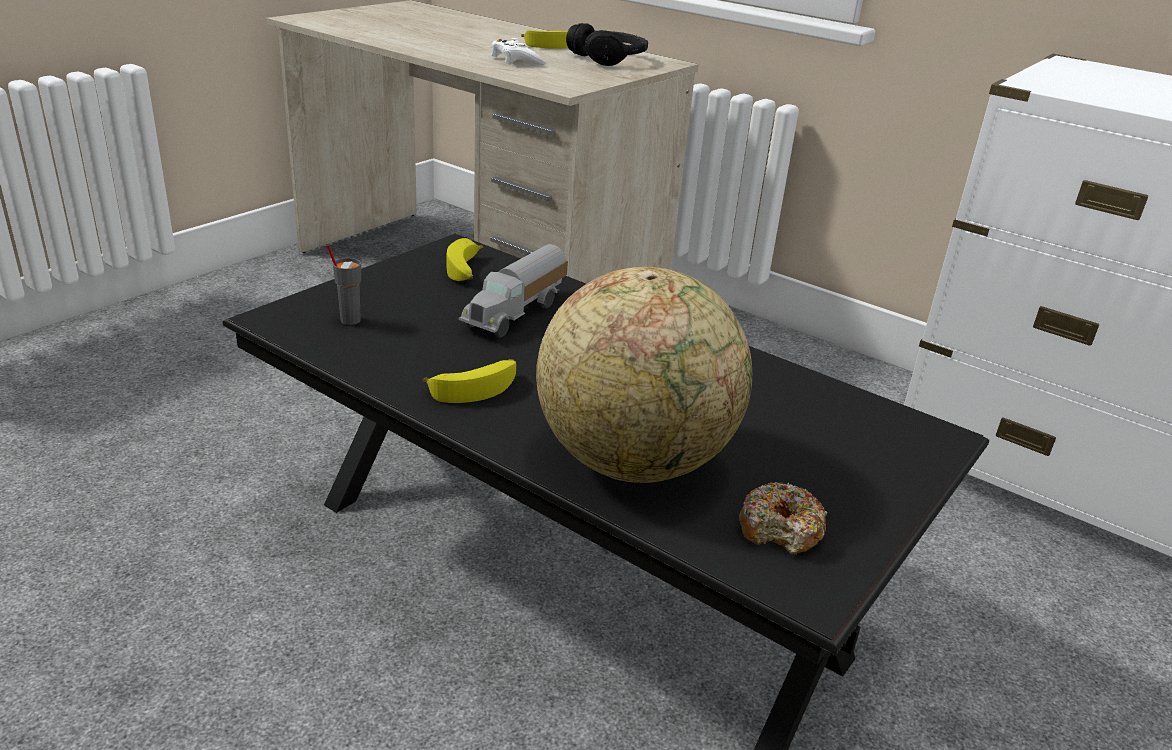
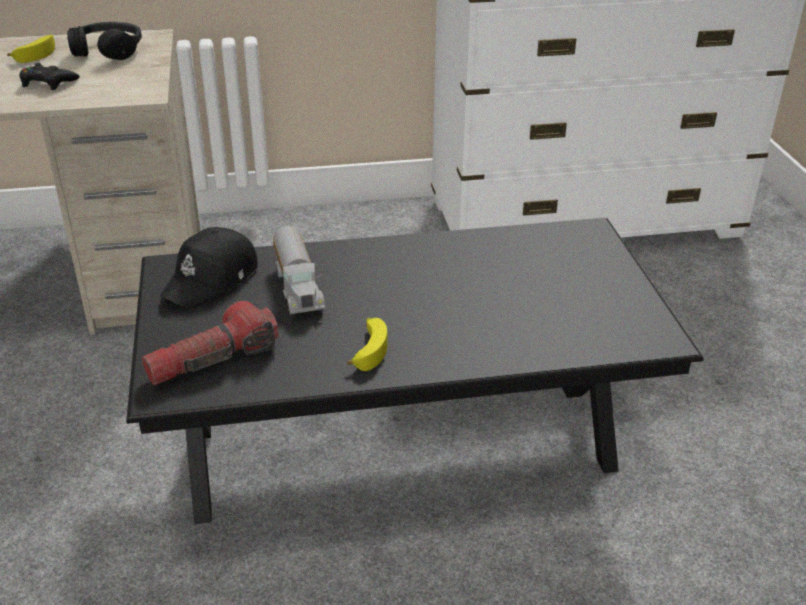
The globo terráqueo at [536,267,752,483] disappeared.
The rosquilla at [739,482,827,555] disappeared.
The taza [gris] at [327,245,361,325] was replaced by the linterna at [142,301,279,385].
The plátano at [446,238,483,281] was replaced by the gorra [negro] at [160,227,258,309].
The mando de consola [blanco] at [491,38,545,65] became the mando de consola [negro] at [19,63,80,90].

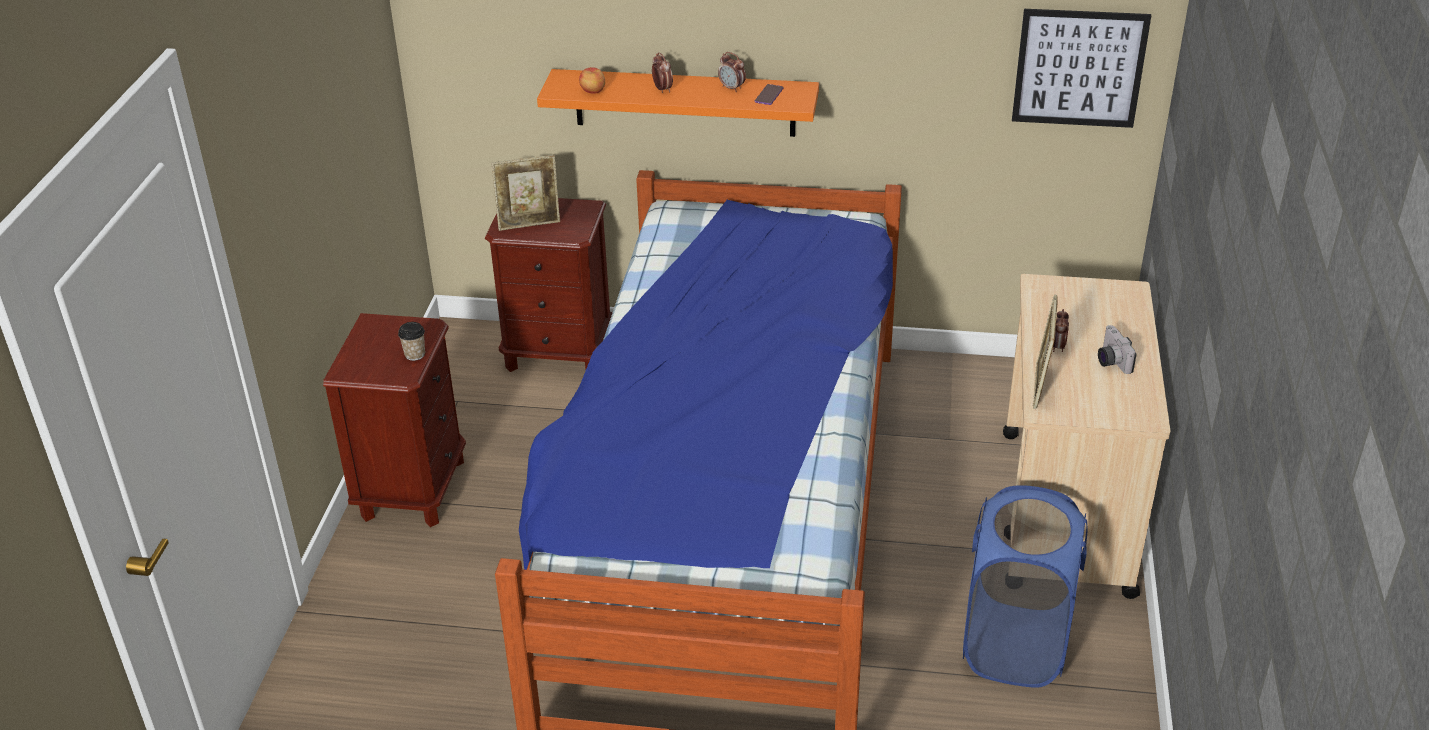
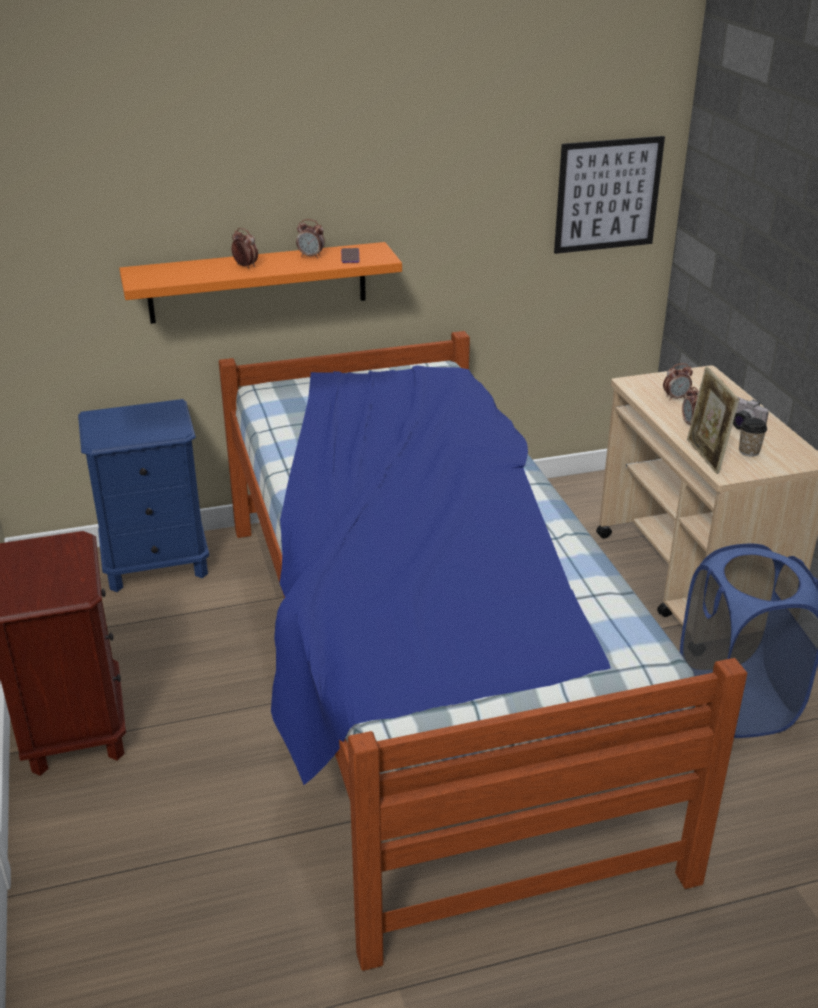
The portarretratos at [492,155,560,231] disappeared.
The manzana at [579,67,605,94] disappeared.
The despertador at [663,363,693,401] appeared.
The taza moved from [398,322,425,361] to [739,418,767,457].
The mesita de noche [marrón] at [485,198,613,372] became the mesita de noche [azul] at [78,399,209,592].

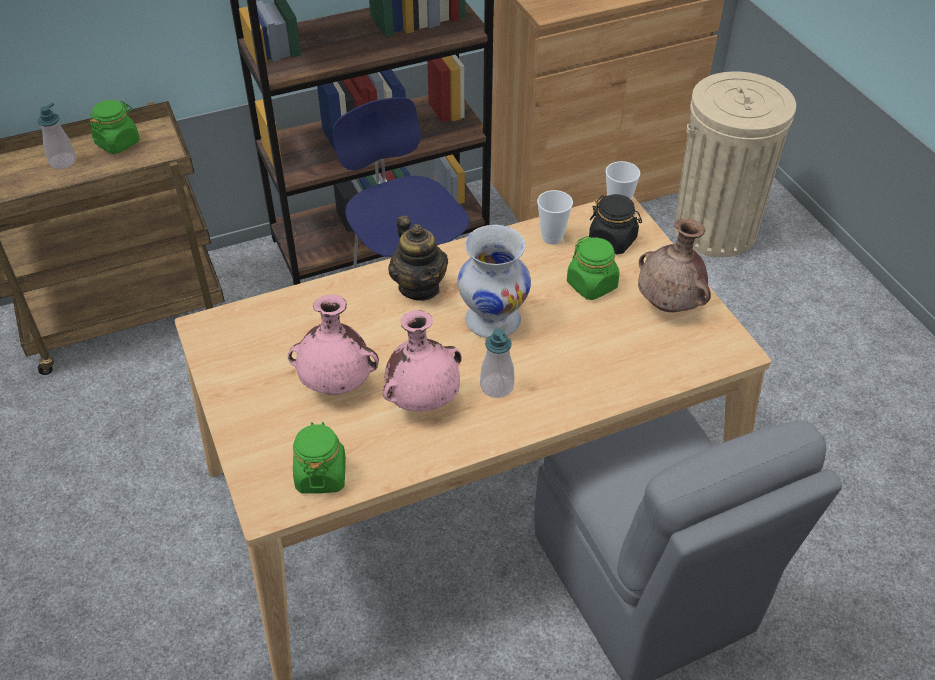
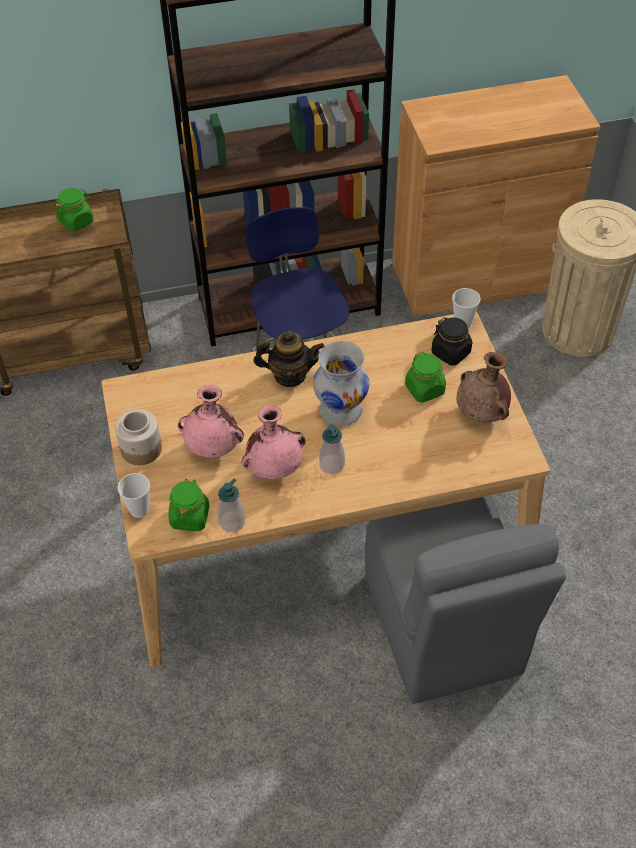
The tarro at [115,409,162,465] appeared.
The dispensador de jabón moved from [38,103,76,169] to [218,479,245,532].
The taza moved from [537,190,573,244] to [118,473,150,518].
The tetera at [388,215,448,301] turned 75 degrees counterclockwise.

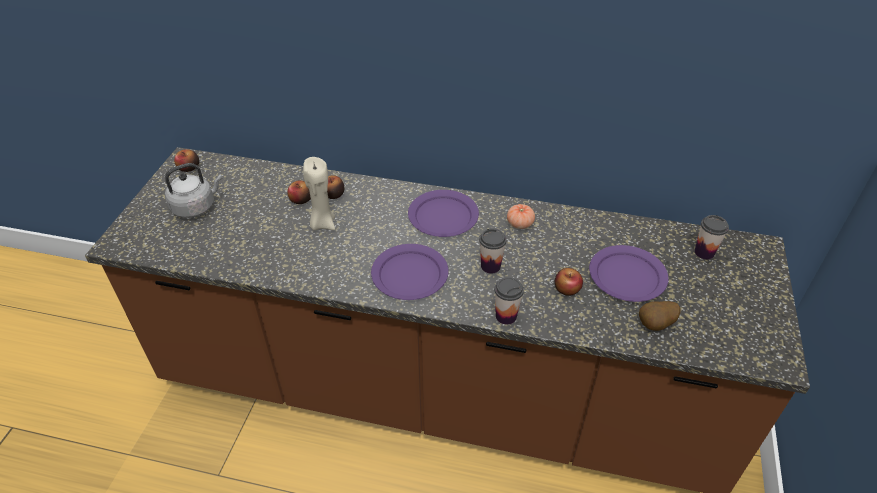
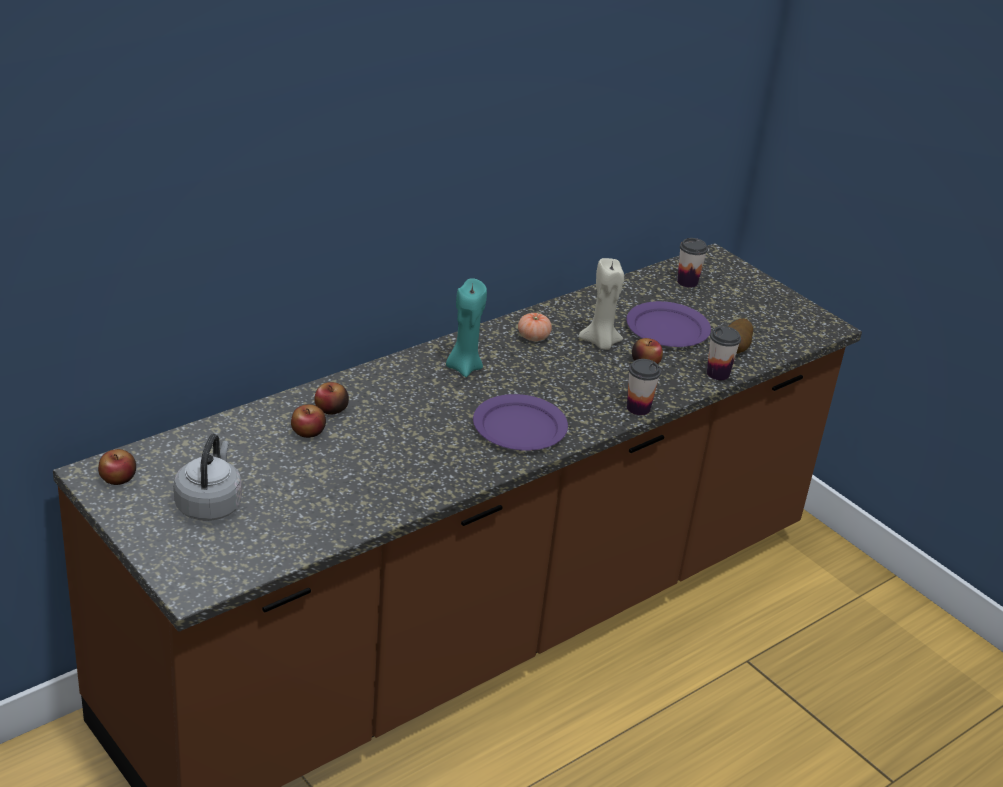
The vela [beis] moved from [303,157,335,230] to [579,258,624,350].
The taza moved from [479,228,507,274] to [707,326,741,380].
The plato [morado] at [408,190,479,237] was replaced by the vela [turquesa] at [446,278,487,377].

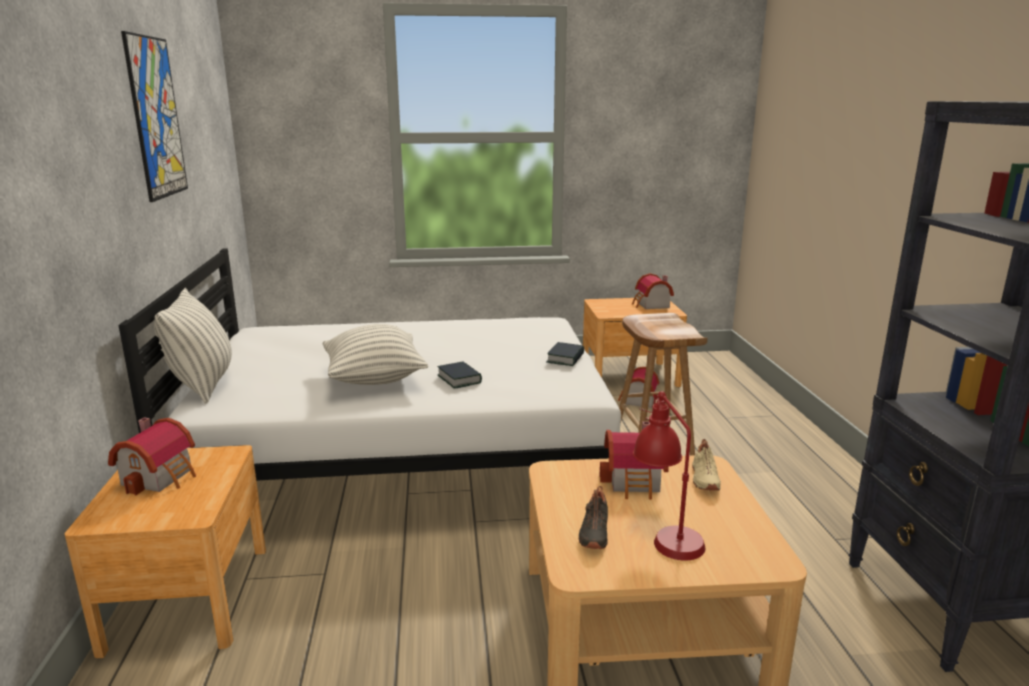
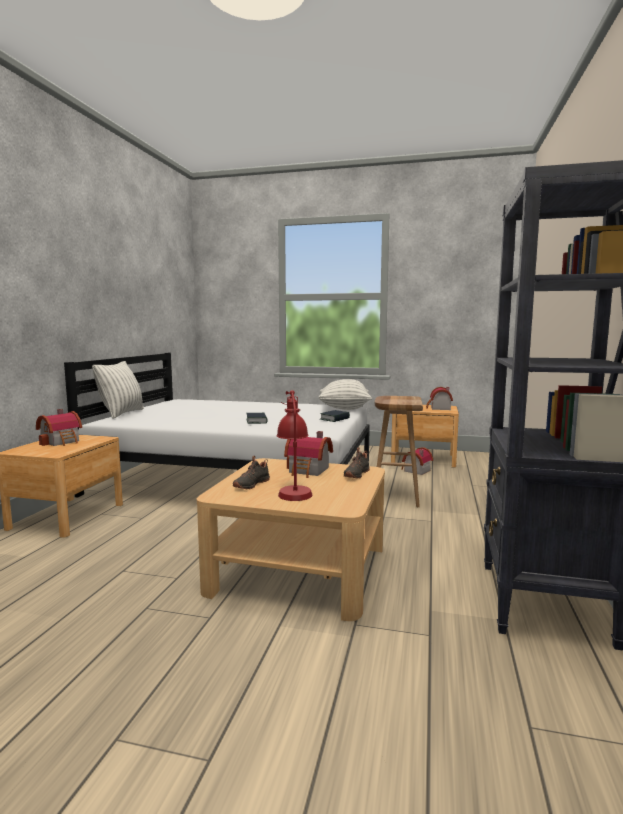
The cuadro at [121,31,188,202] disappeared.
The cojín moved from [323,324,428,385] to [319,379,372,410].
The zapato [beis] at [692,439,721,491] became the zapato [negro] at [344,447,370,479].

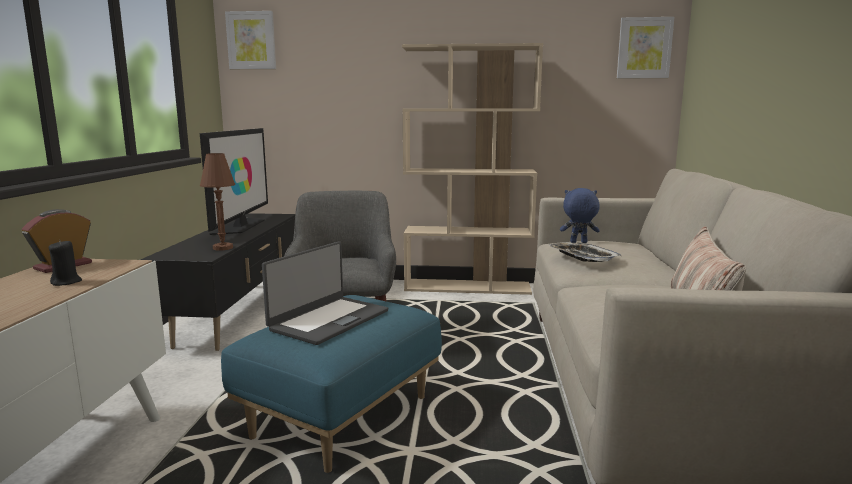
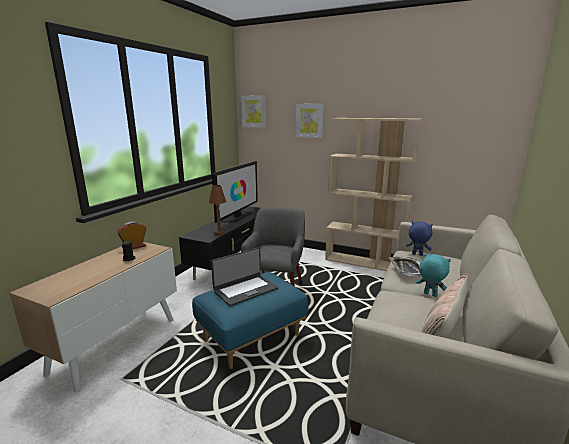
The peluche [turquesa] at [416,253,451,297] appeared.
The cuadro moved from [617,17,674,78] to [296,104,324,138].

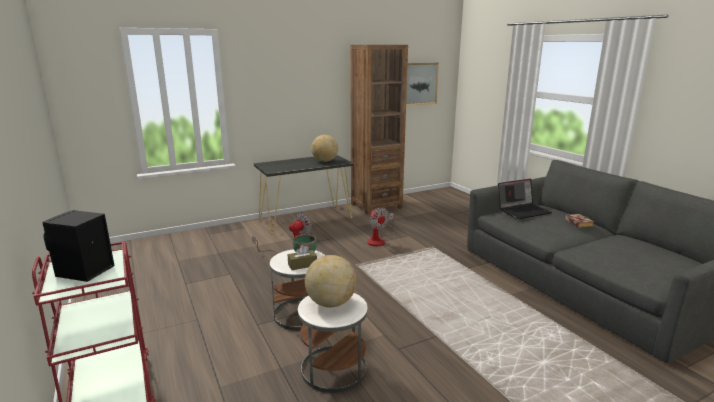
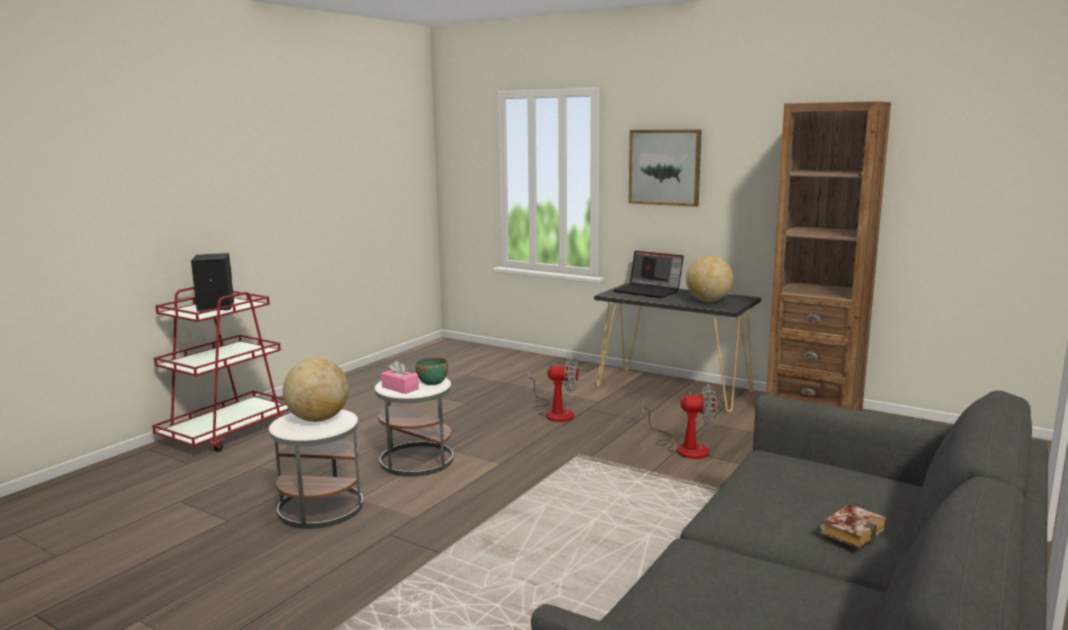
The cuadro moved from [406,63,439,106] to [628,130,702,207].
The portátil moved from [498,179,552,219] to [613,251,684,298].
The caja de pañuelos [marrón] at [288,245,317,270] became the caja de pañuelos [rosa] at [381,360,419,394].
The ventilador at [367,208,394,246] turned 120 degrees counterclockwise.

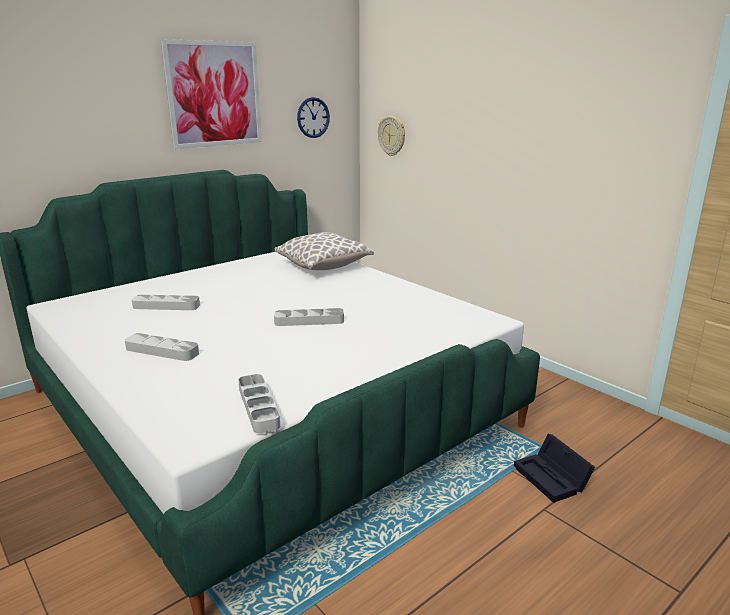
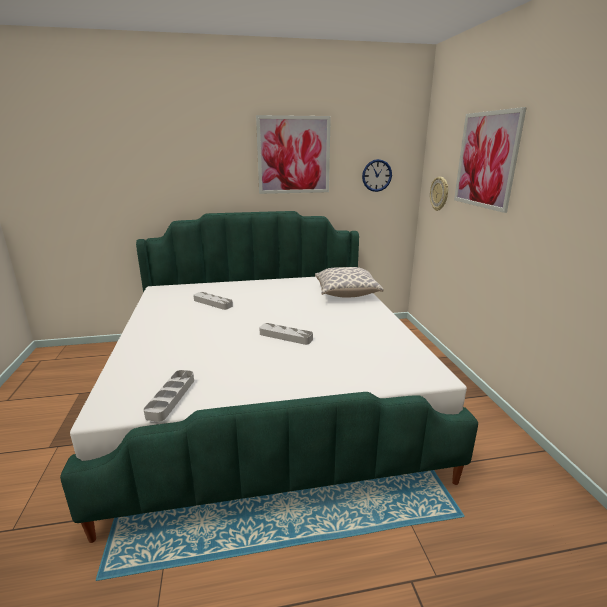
The bandeja [gris] at [125,333,199,361] disappeared.
The caja de almacenaje [negro] at [514,434,595,503] disappeared.
The cuadro at [454,107,527,213] appeared.

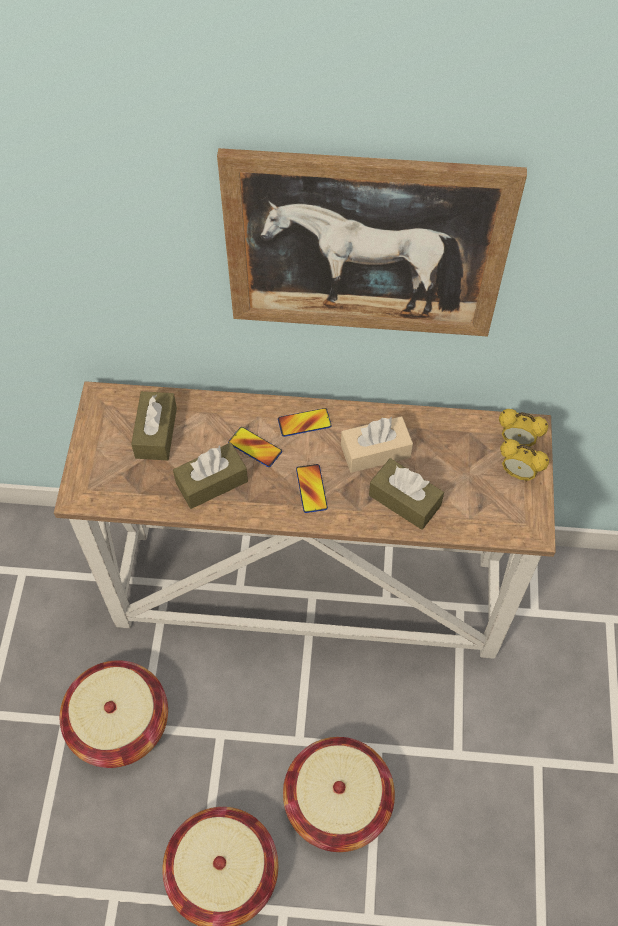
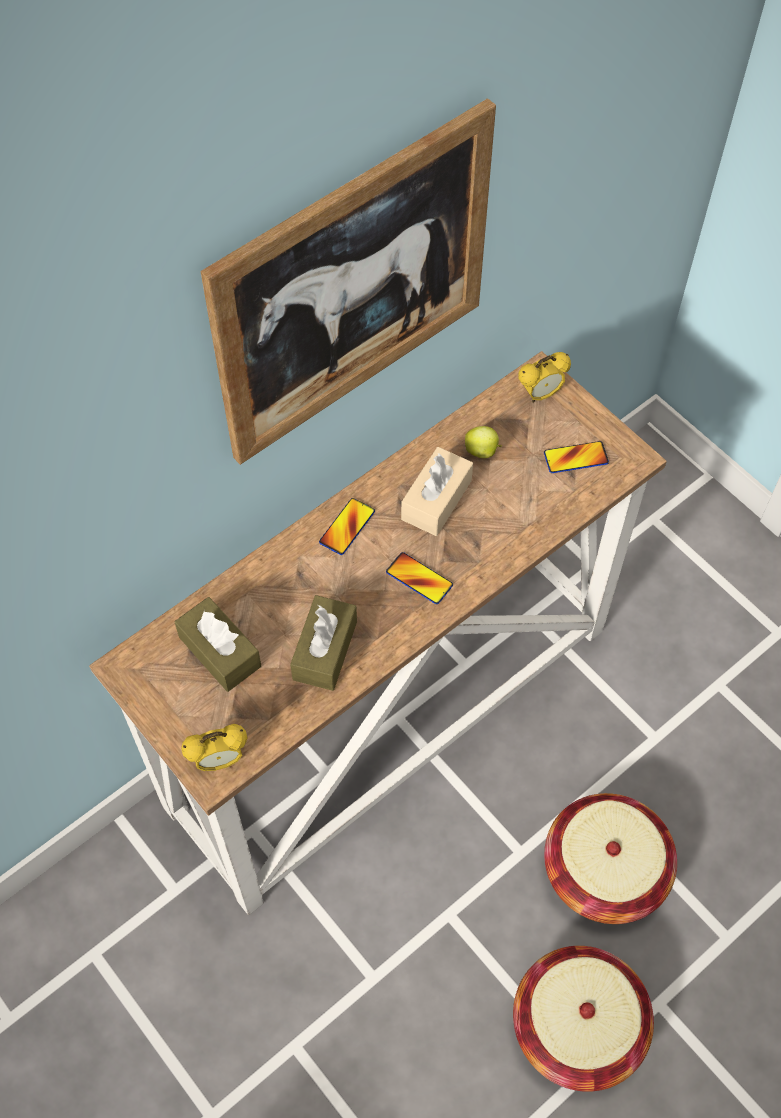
The cesta at [60,660,168,768] disappeared.
The caja de pañuelos [marrón] at [369,458,444,530] disappeared.
The manzana at [465,426,502,458] appeared.
The móvil moved from [228,427,282,467] to [544,441,609,473].
The despertador moved from [500,439,549,481] to [181,724,247,771].

